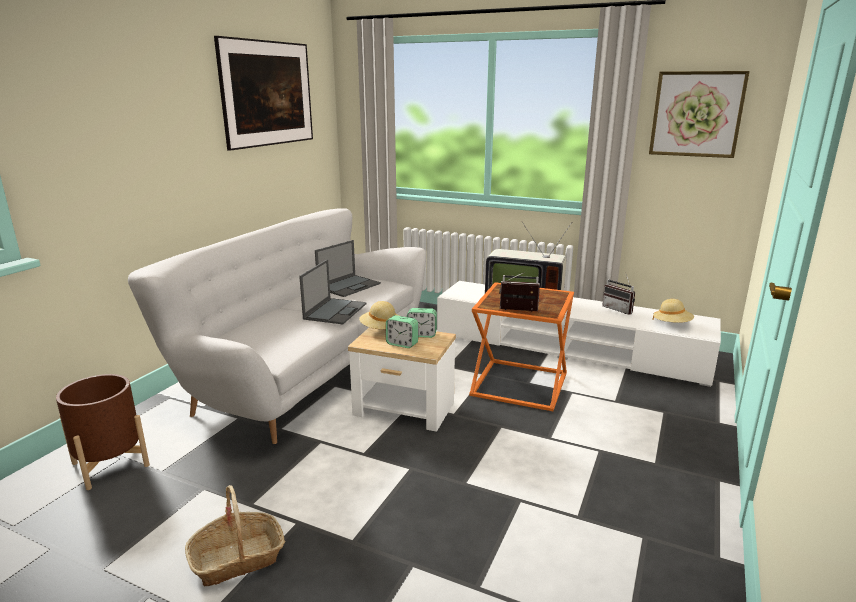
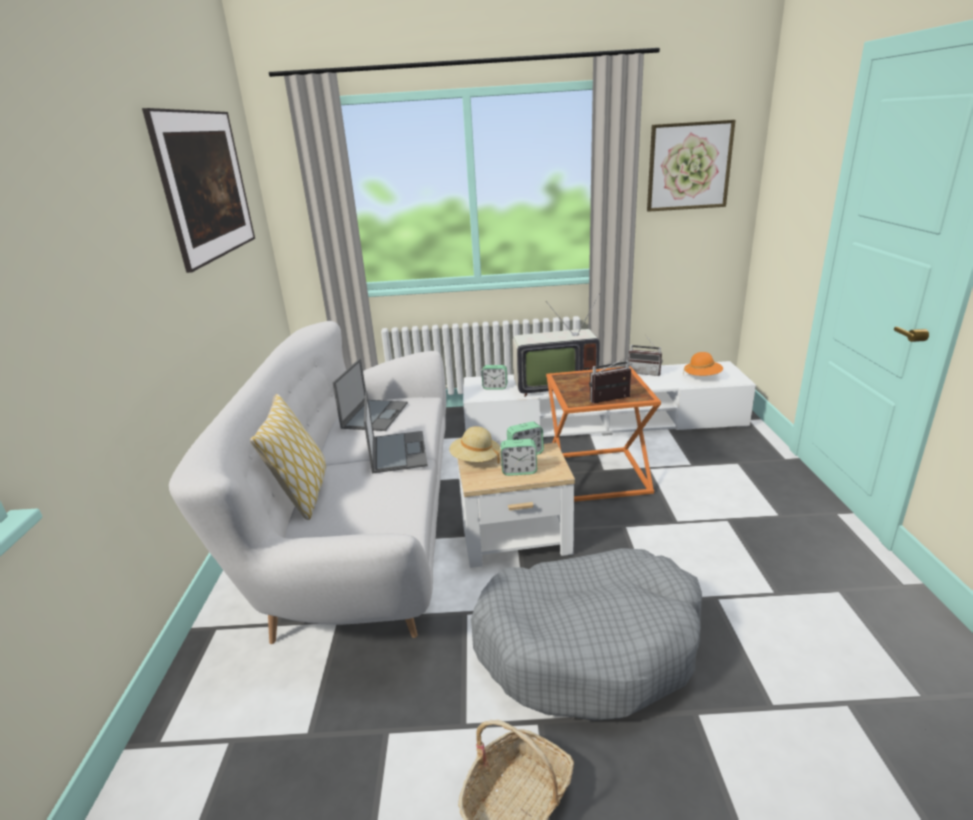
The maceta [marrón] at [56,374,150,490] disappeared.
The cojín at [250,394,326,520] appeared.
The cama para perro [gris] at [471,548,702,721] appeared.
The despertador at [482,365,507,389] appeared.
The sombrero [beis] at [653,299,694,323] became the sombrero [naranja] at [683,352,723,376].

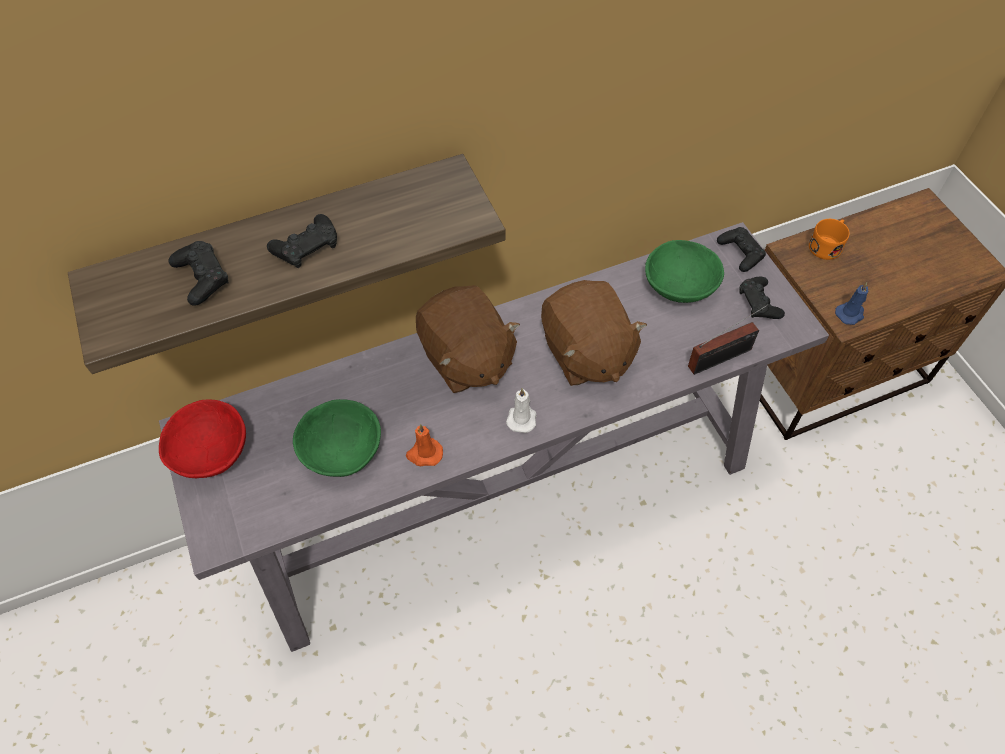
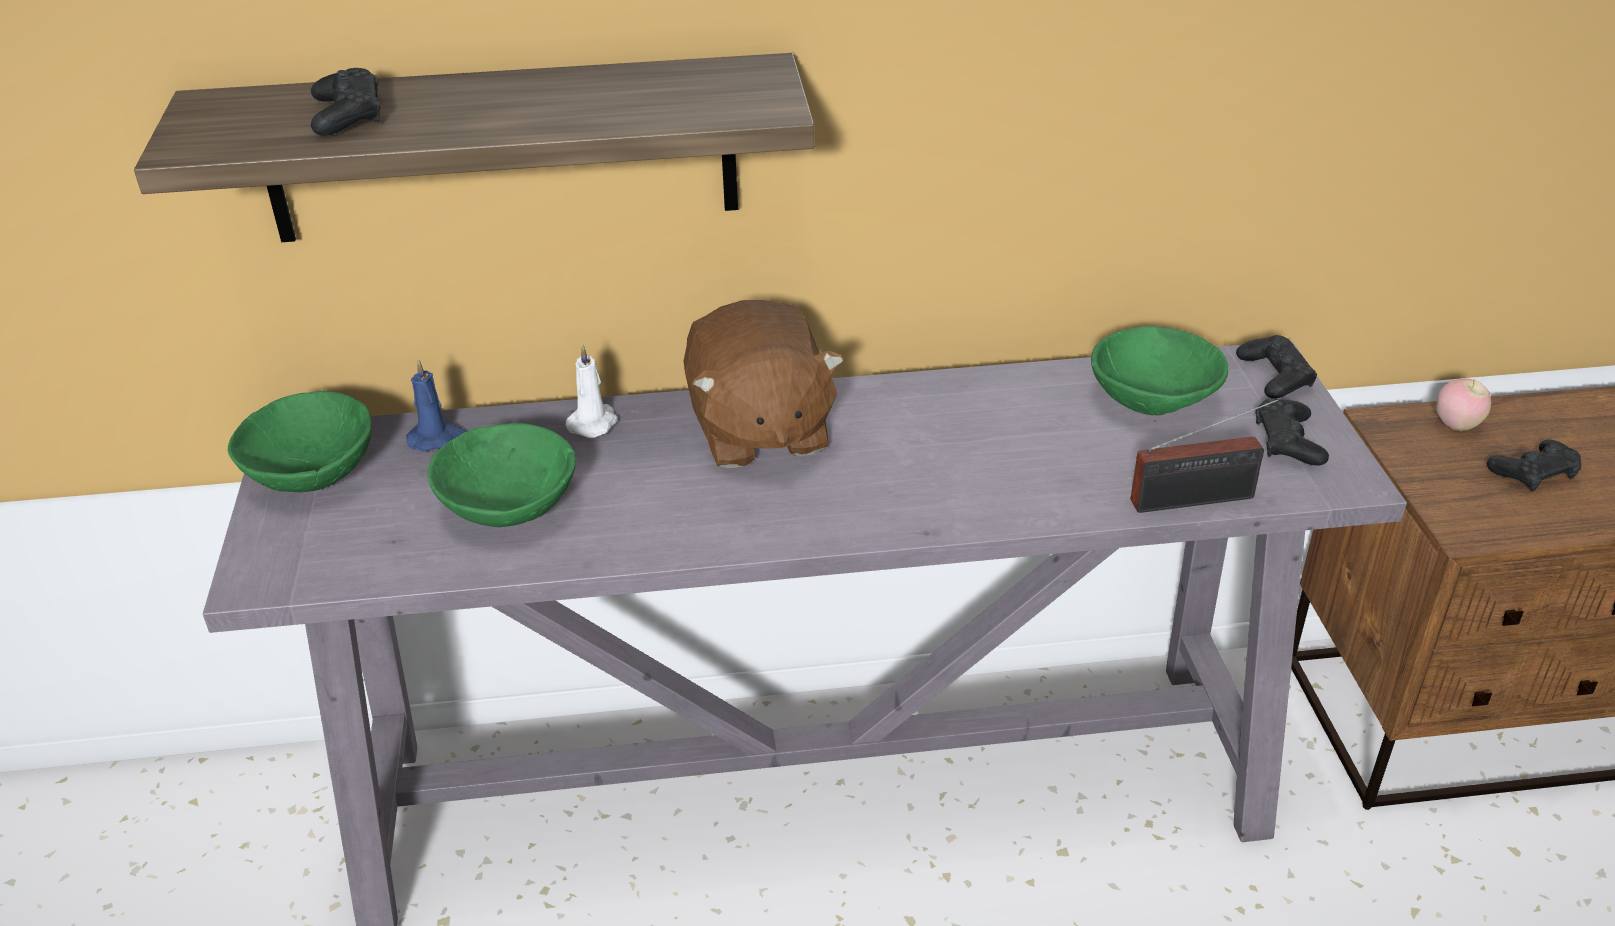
The vela [naranja] at [406,424,443,466] disappeared.
The peluche [marrón] at [541,280,647,386] disappeared.
The mando de consola [negro] moved from [267,214,337,268] to [1487,440,1581,492].
The vela [blanco] moved from [506,388,536,433] to [565,344,618,438].
The vela [azul] moved from [835,282,868,325] to [406,359,466,452].
The taza grande [naranja] at [809,219,850,260] was replaced by the manzana at [1436,378,1491,431].
The cuenco [rojo] at [159,399,246,478] became the cuenco [verde] at [228,391,372,492].

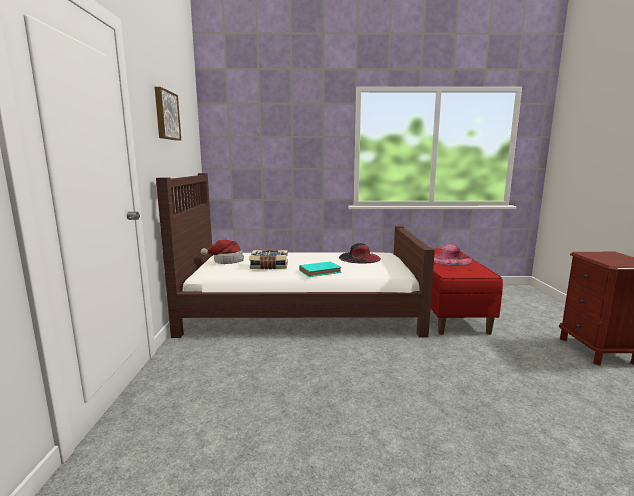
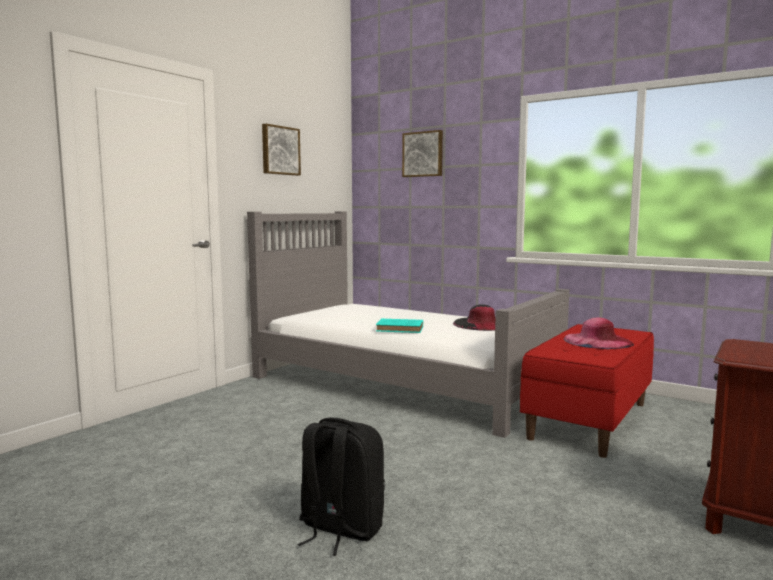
The sombrero at [201,239,244,264] disappeared.
The libro at [249,250,288,269] disappeared.
The mochila [negro] at [298,417,385,556] appeared.
The cuadro at [402,130,443,177] appeared.
The cama [marrón] at [156,173,435,338] became the cama [gris] at [247,211,569,438].

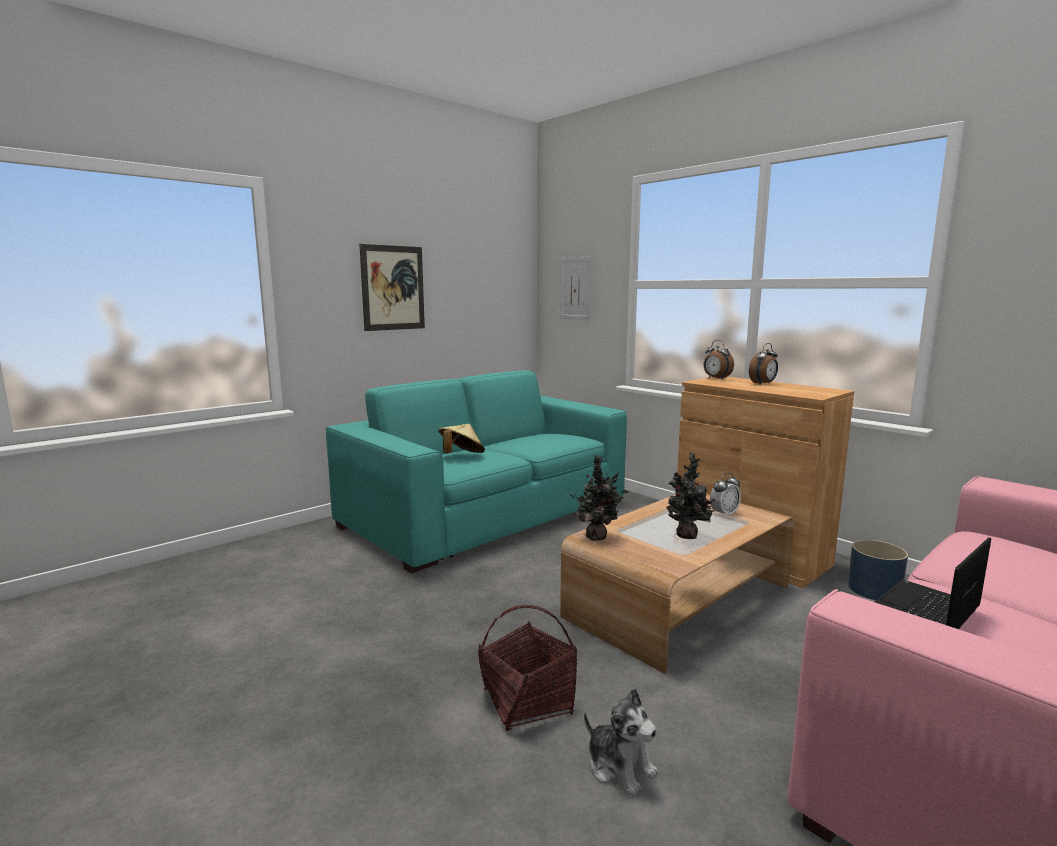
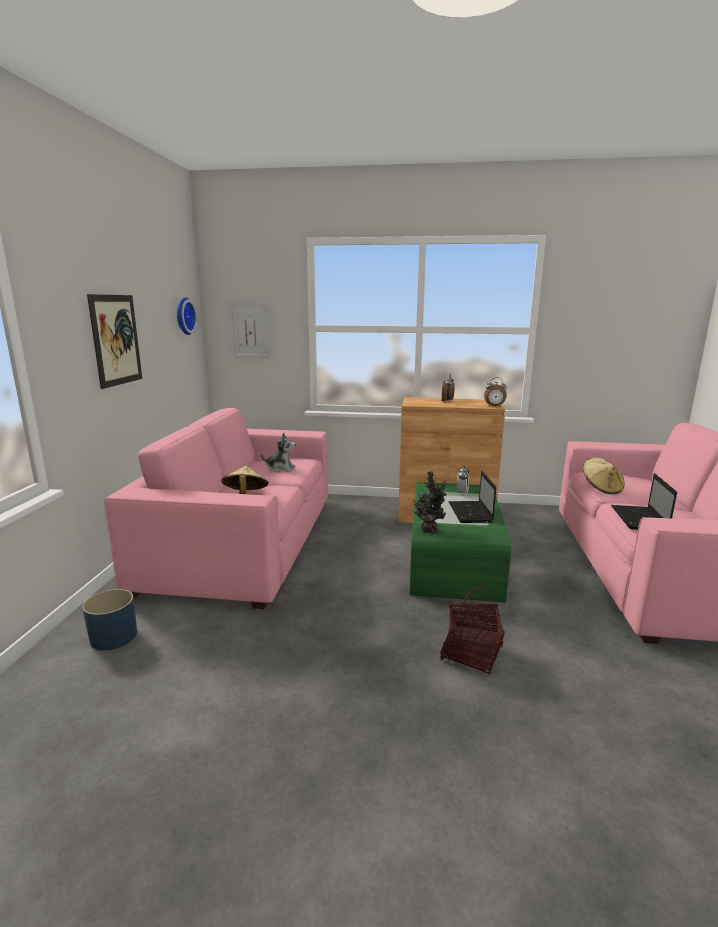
The reloj de pared at [177,298,197,335] appeared.
The sombrero [beis] at [583,458,625,494] appeared.
The peluche moved from [584,688,658,796] to [261,432,296,472].
The despertador moved from [704,340,734,380] to [484,377,507,407].
The maceta [azul] moved from [848,540,908,600] to [82,589,137,650].
The planta en maceta at [666,452,715,539] was replaced by the portátil at [448,471,496,523].
The sofá [turquesa] at [326,370,627,573] became the sofá [rosa] at [104,408,328,609].
The mesa de centro [marrón] at [560,494,794,674] became the mesa de centro [verde] at [410,482,511,602].

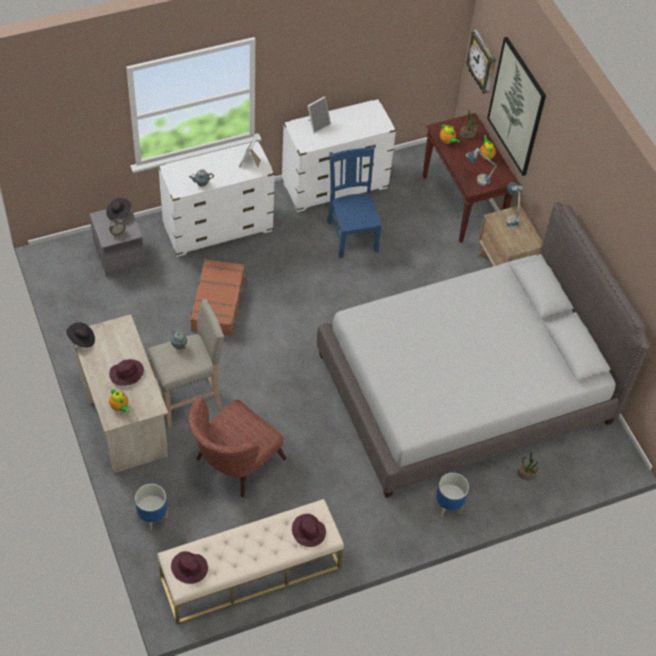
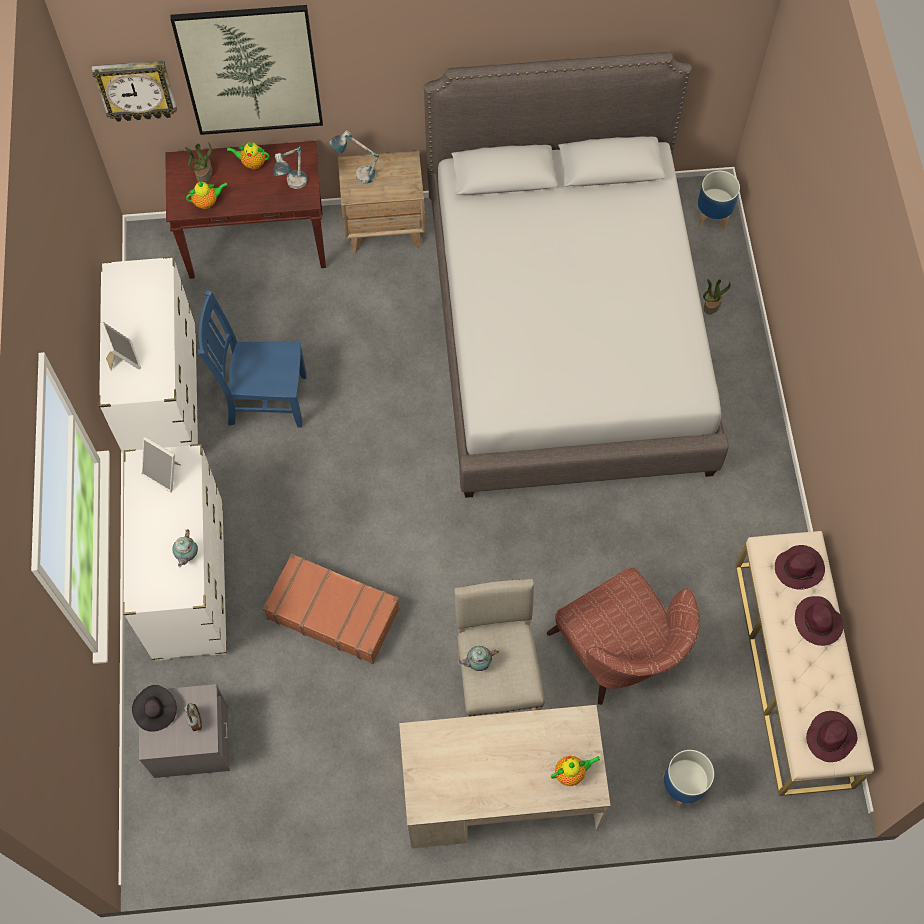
The sombrero [negro] at [66,322,95,348] disappeared.
The sombrero [morado] moved from [109,359,144,386] to [795,596,844,646].
The maceta moved from [436,473,469,517] to [698,171,740,229].

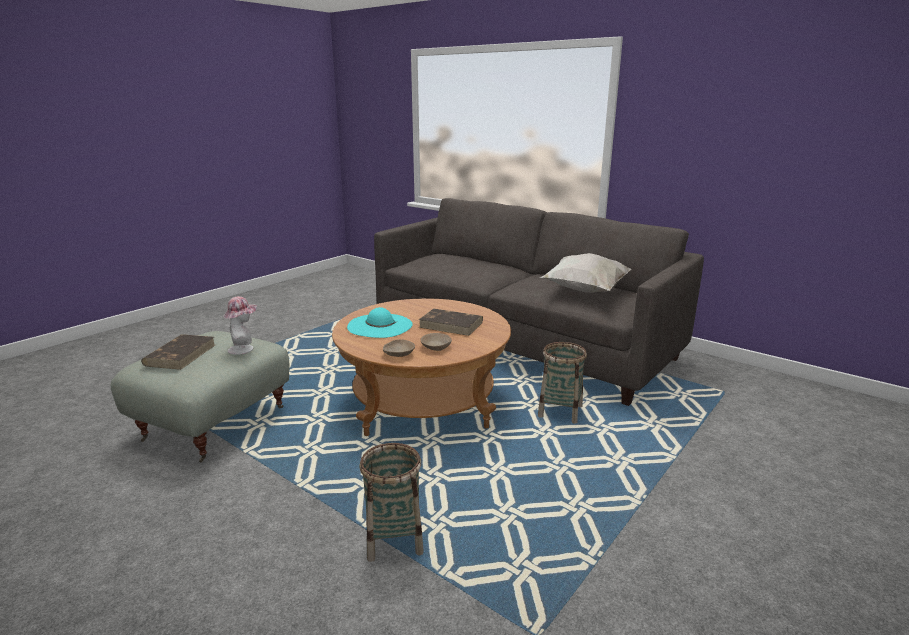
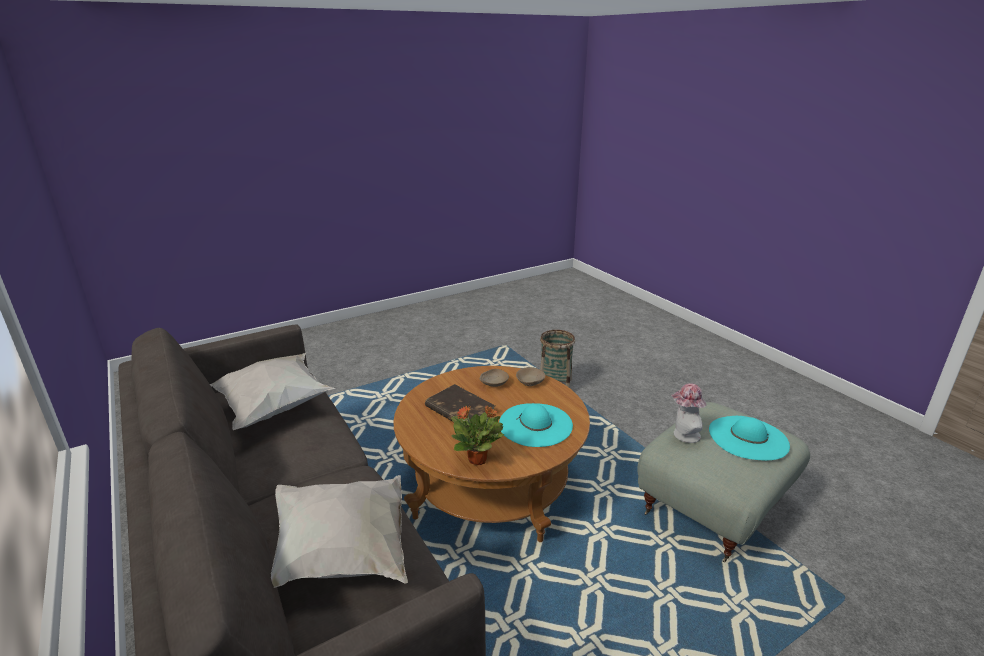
The cesta at [538,342,587,424] disappeared.
The cojín [blanco] at [271,475,408,588] appeared.
The planta en maceta at [451,406,504,465] appeared.
The libro [marrón] at [141,334,215,370] was replaced by the sombrero [turquesa] at [709,416,790,460].

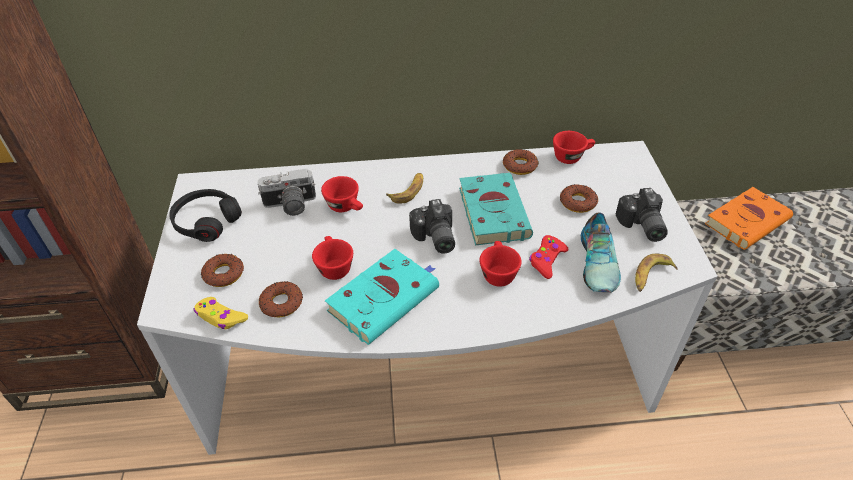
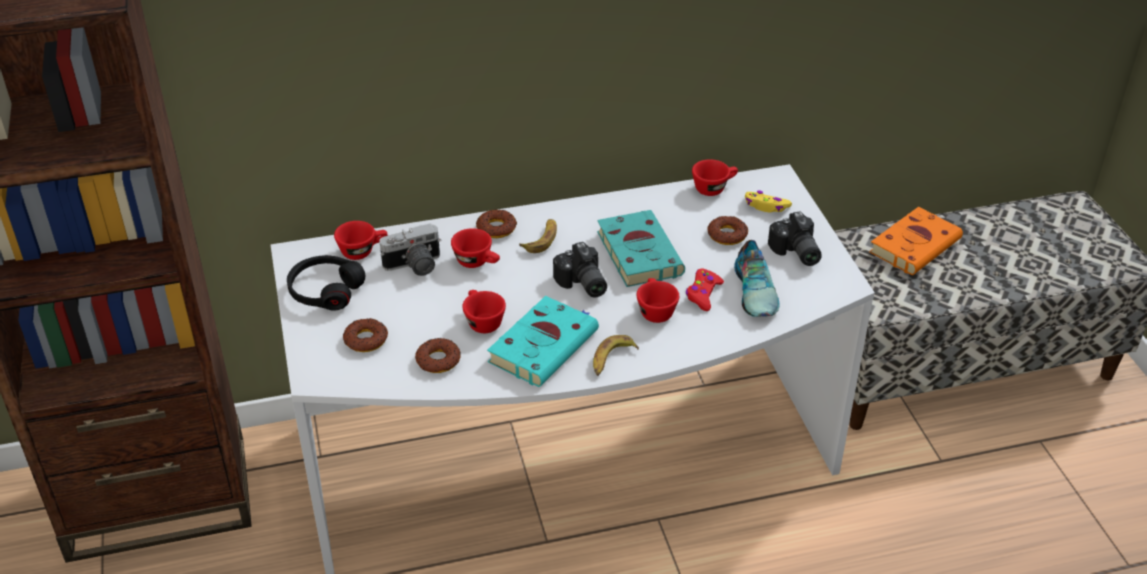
The taza [rojo] at [334,221,387,260] appeared.
The mando de consola [amarillo] moved from [194,297,248,329] to [745,190,792,212].
The rosquilla moved from [503,149,538,175] to [476,209,517,238].
The plátano moved from [635,254,677,292] to [593,335,639,376].

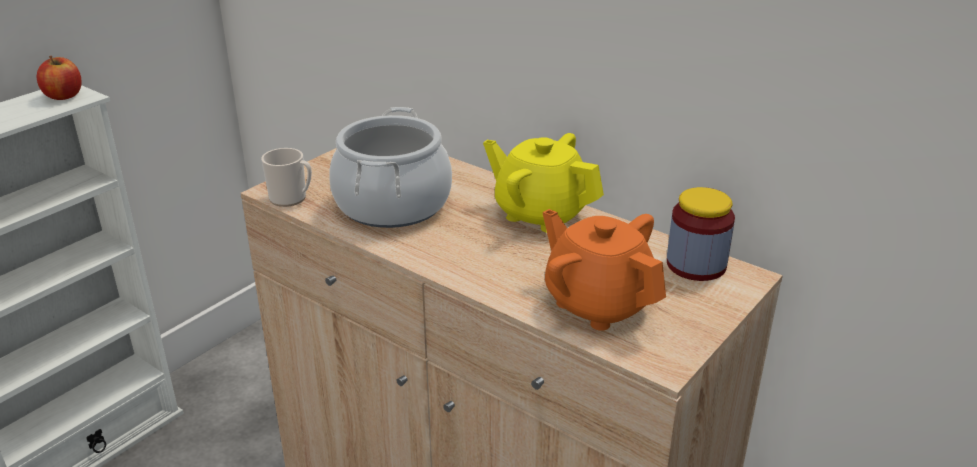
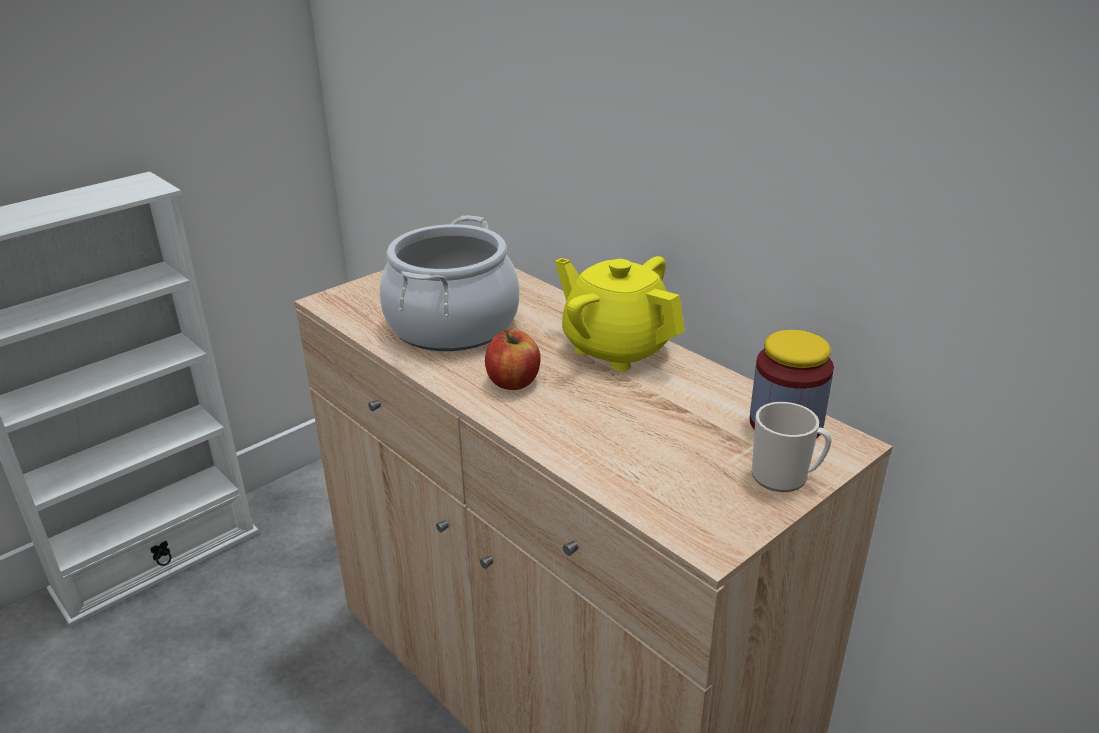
The tetera [naranja] at [543,209,666,331] disappeared.
The manzana moved from [37,56,81,100] to [485,330,541,390].
The taza grande moved from [261,148,312,207] to [752,402,832,492].

